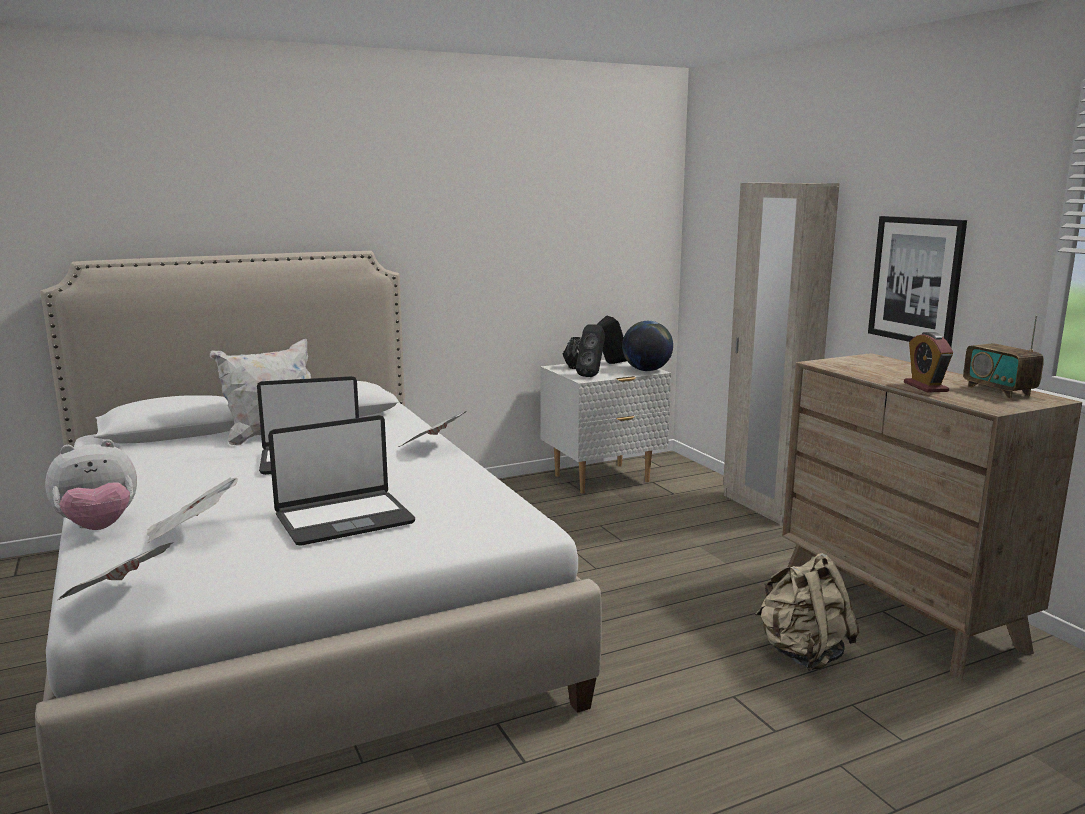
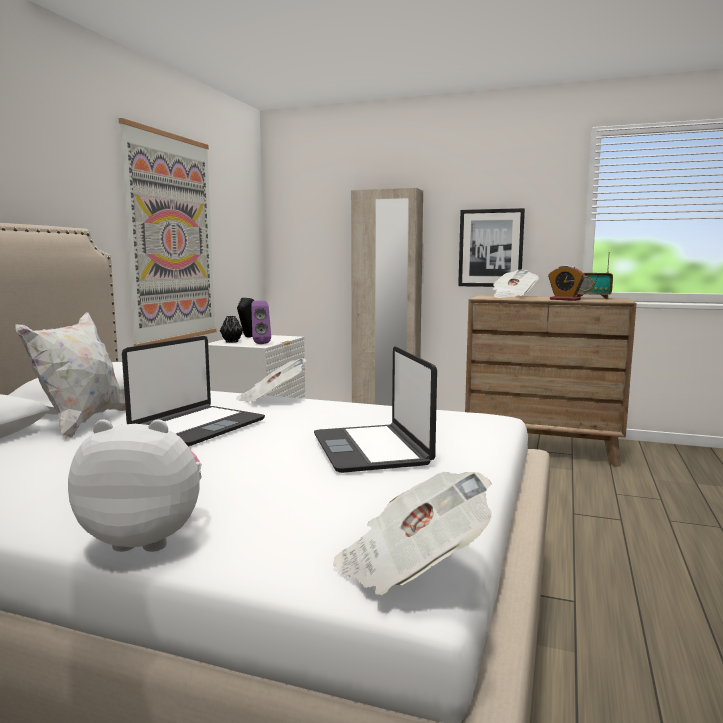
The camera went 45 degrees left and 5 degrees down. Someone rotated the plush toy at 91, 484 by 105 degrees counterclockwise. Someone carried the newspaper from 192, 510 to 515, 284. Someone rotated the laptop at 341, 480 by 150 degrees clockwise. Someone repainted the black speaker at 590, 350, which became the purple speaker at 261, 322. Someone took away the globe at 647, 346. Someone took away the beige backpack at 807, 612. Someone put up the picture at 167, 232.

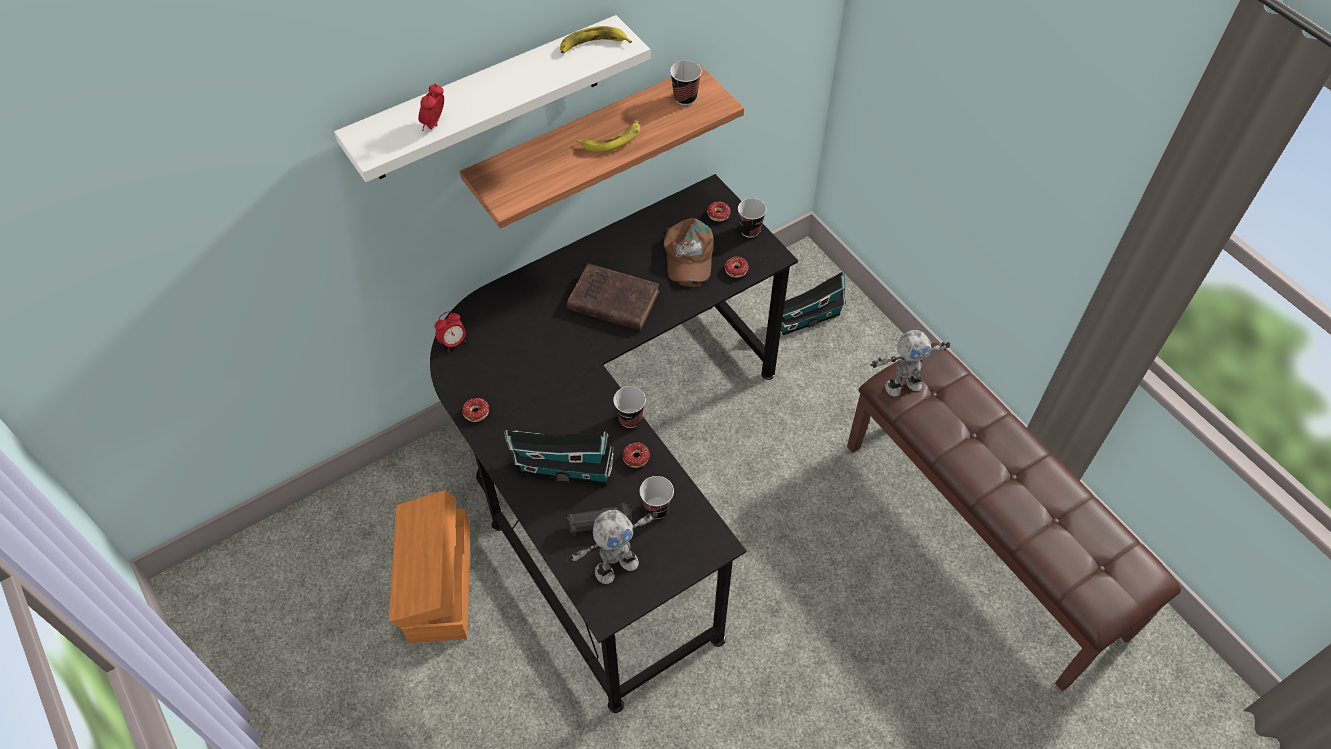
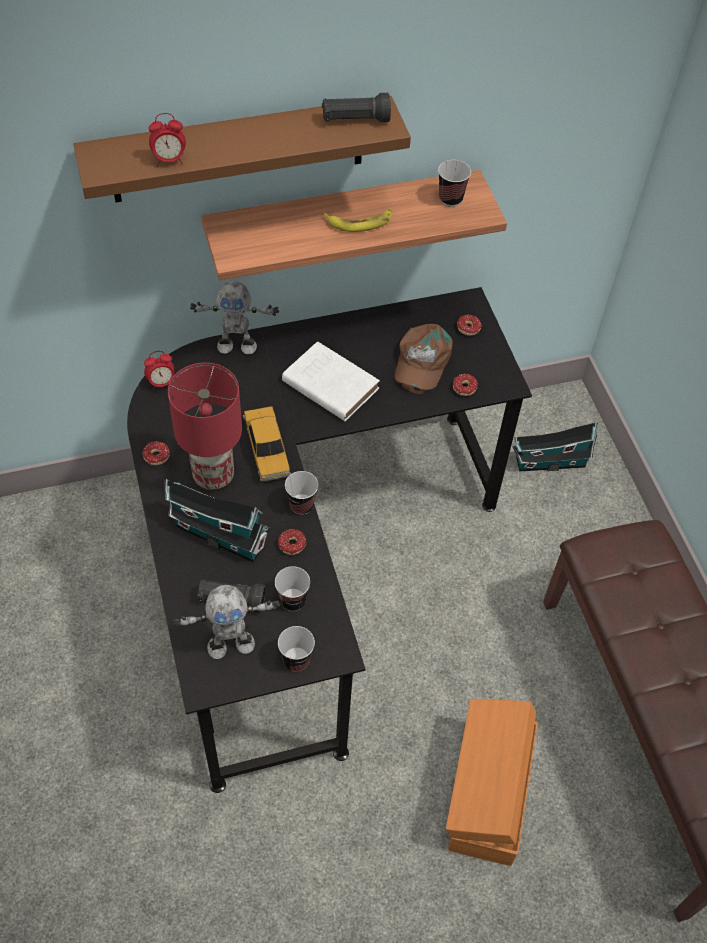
The camera went 15 degrees right and 0 degrees up. Someone repainted the white shelf at 492, 98, which became the brown shelf at 242, 149. Someone carried the orange storage box from 429, 566 to 492, 782. Someone rotated the alarm clock at 431, 107 by 135 degrees counterclockwise. Someone swapped the banana at 596, 39 for the black flashlight at 356, 107. Someone repainted the brown book at 613, 297, which became the white book at 331, 381. Someone carried the cup from 752, 218 to 296, 649. Someone carried the toy robot from 910, 363 to 234, 317. Someone put down the red table lamp at 205, 426. Someone put down the toy car at 267, 443.

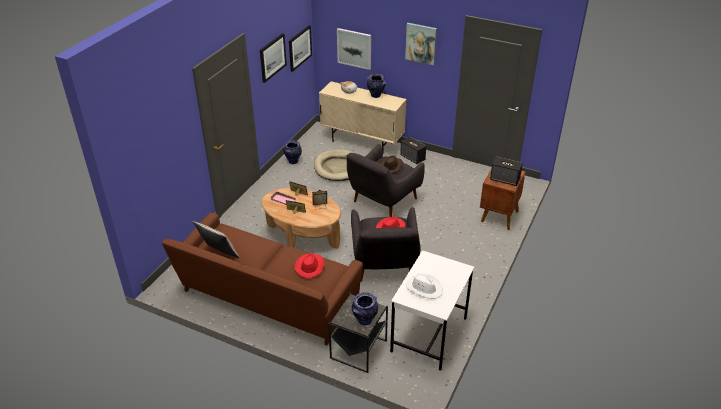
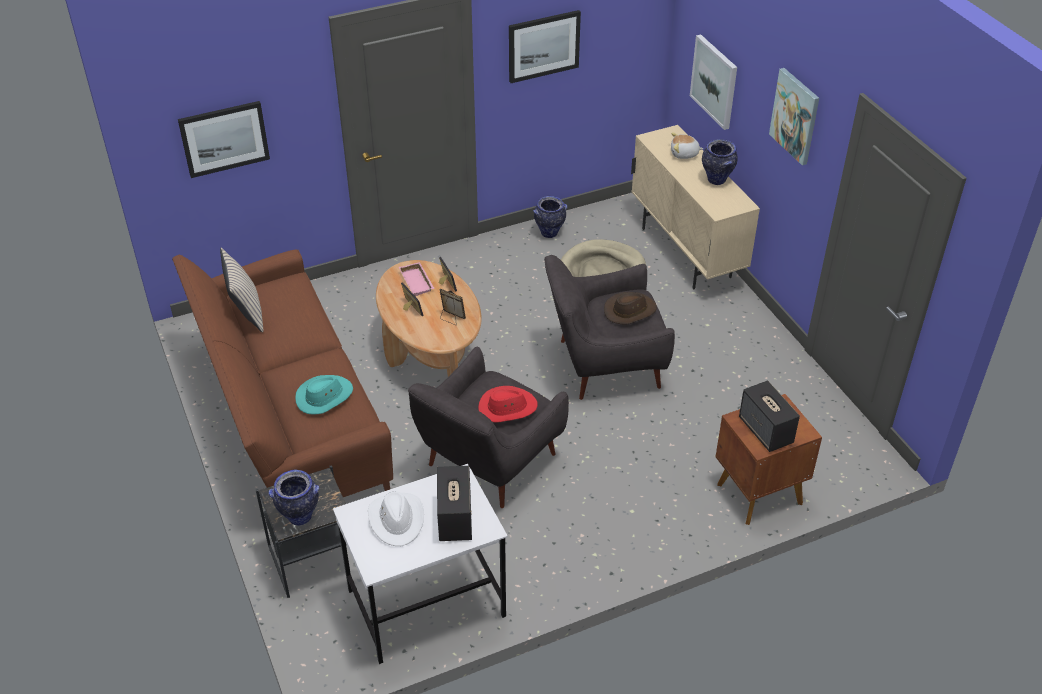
The camera went 40 degrees right and 5 degrees up. Someone carried the picture from 300, 48 to 224, 139. Someone repainted the red hat at 309, 265, which became the turquoise hat at 324, 394. Someone carried the speaker from 413, 150 to 454, 503.

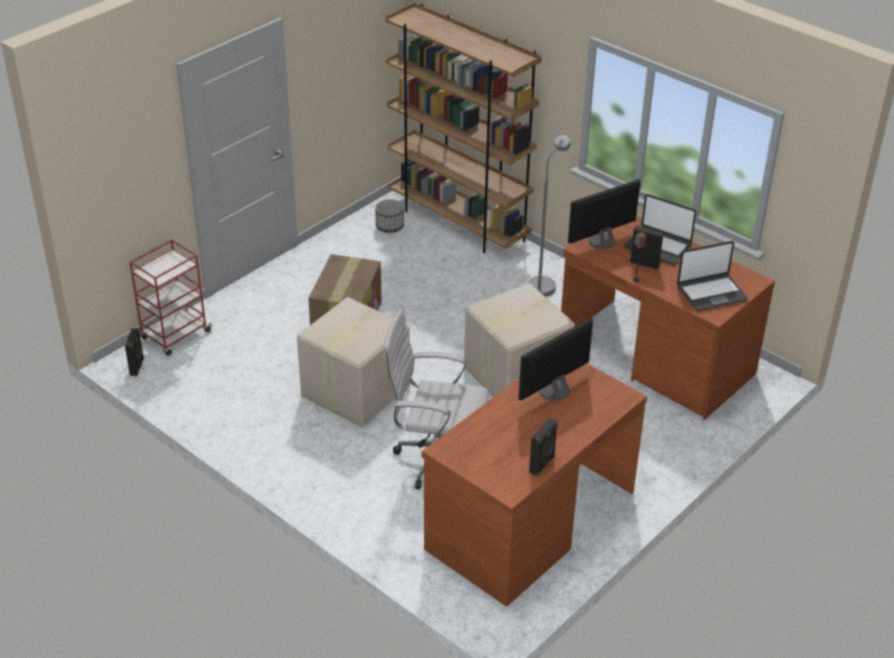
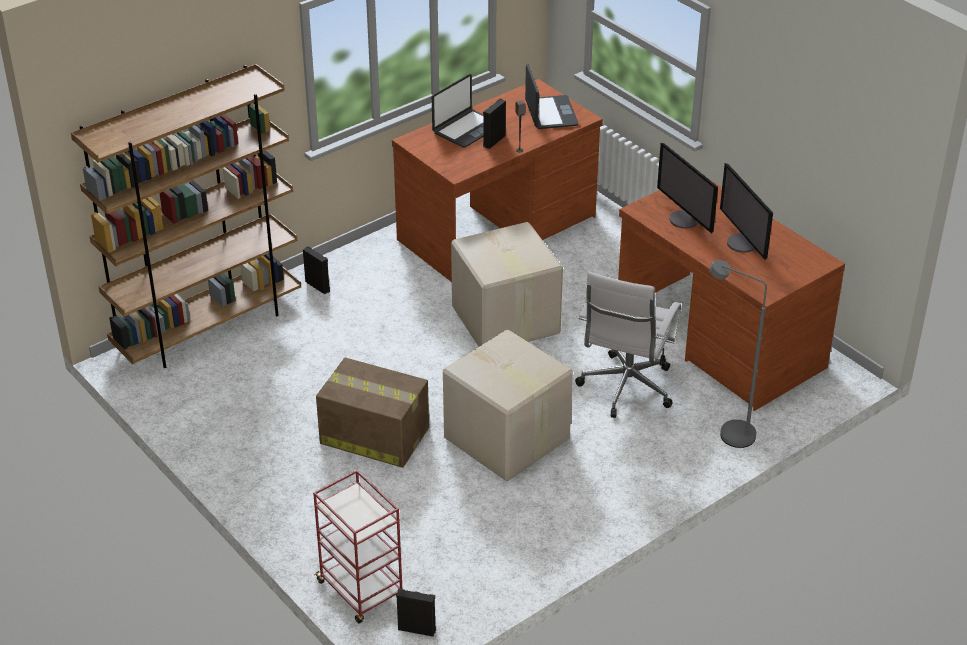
The camera went 80 degrees left and 0 degrees up. Someone took away the planter at 389, 216. Someone carried the grey floor lamp from 549, 215 to 738, 353. Someone carried the black speaker from 543, 447 to 316, 270. Someone carried the monitor from 604, 214 to 746, 211.

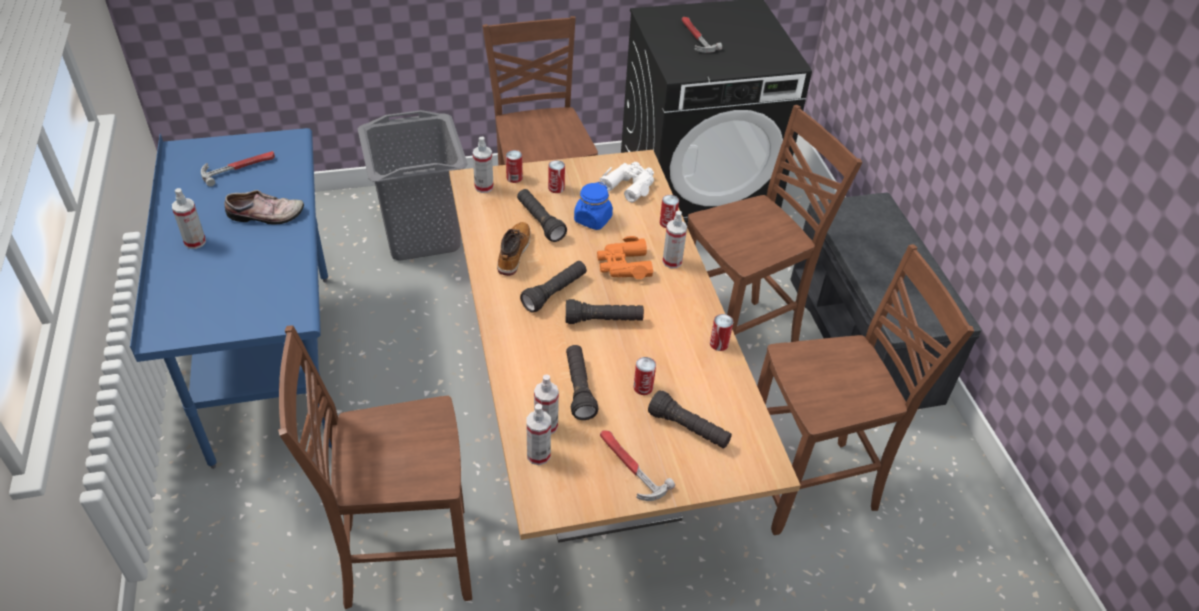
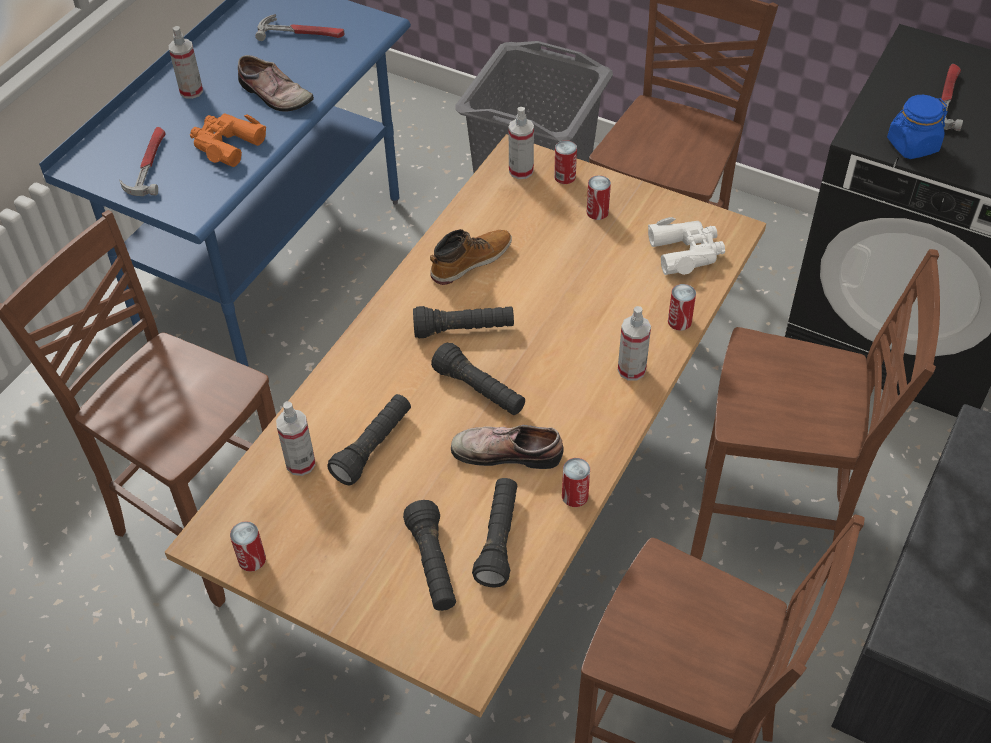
The camera went 45 degrees right and 5 degrees up. Someone carried the black flashlight from 542, 215 to 494, 532. Someone took away the spray bottle at 538, 434. Someone carried the blue jar from 593, 206 to 917, 127. Someone carried the orange binoculars from 625, 257 to 228, 140. Someone carried the hammer from 637, 465 to 142, 161. Someone carried the can from 644, 376 to 248, 546. Someone put down the shoe at 507, 447.

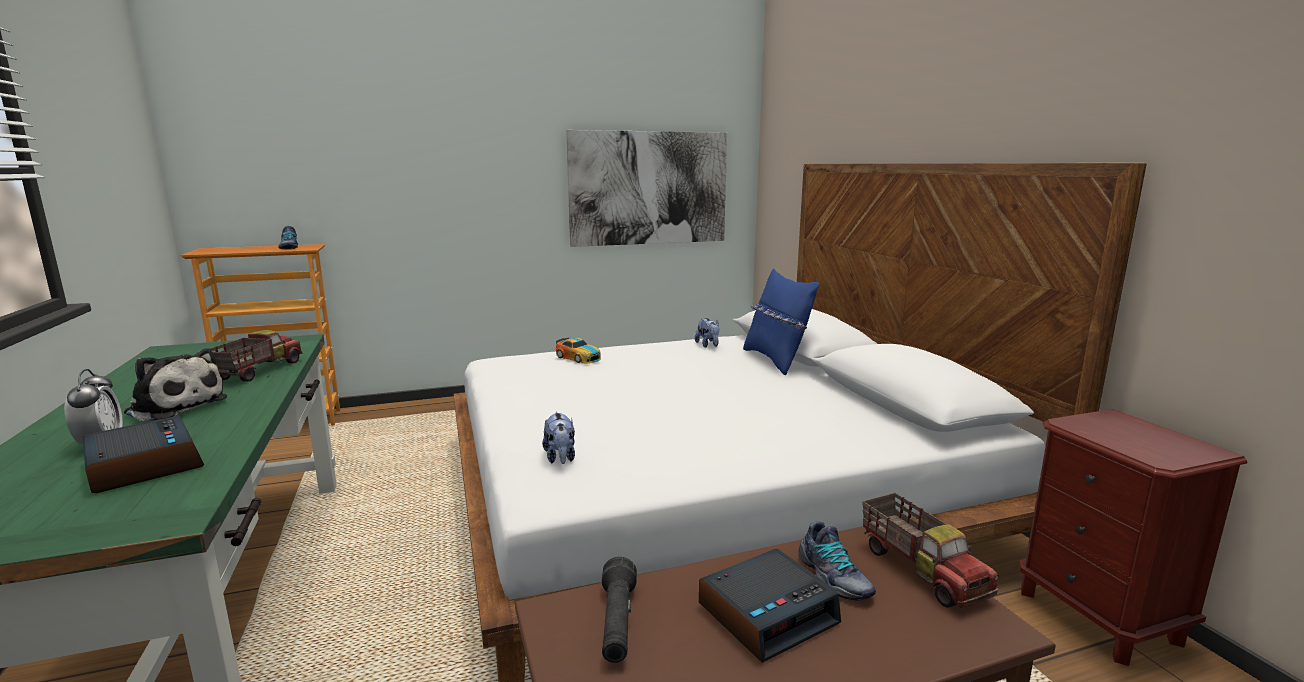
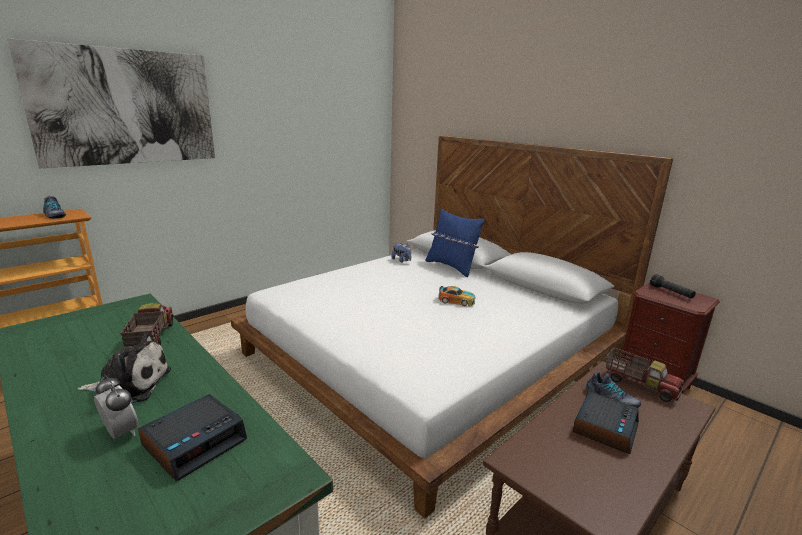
The camera went 25 degrees left and 5 degrees up. Someone rotated the alarm clock at 143, 454 by 105 degrees clockwise. Someone took away the plush toy at 558, 438. Someone carried the toy car from 578, 351 to 456, 296. Someone carried the picture from 646, 188 to 111, 103. Someone carried the black flashlight from 619, 610 to 673, 286.

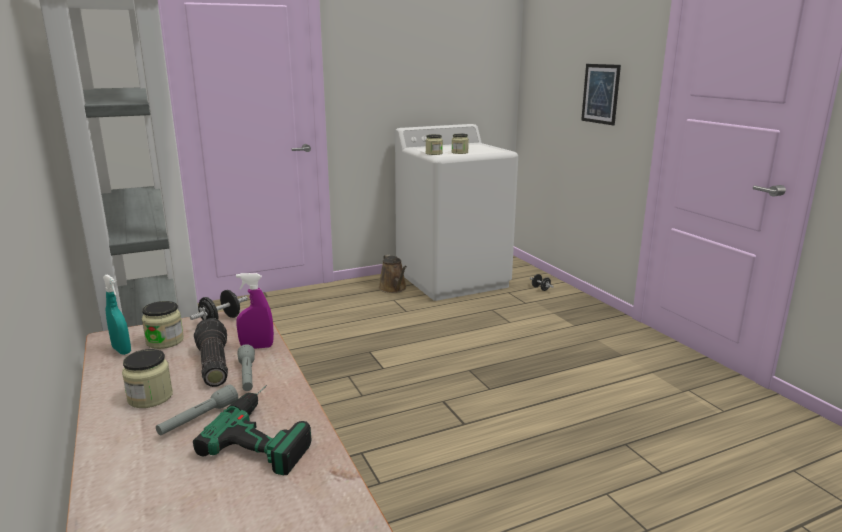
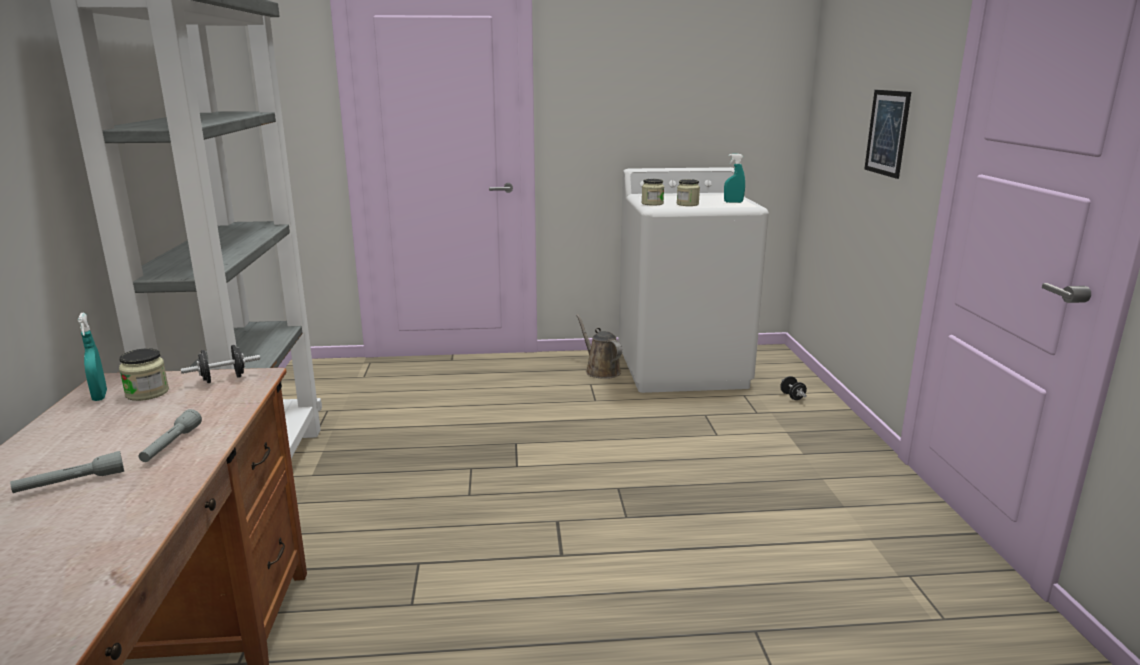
The camera went 20 degrees right and 0 degrees up. Someone took away the jar at 147, 378. Someone took away the power drill at 252, 430. Someone took away the flashlight at 211, 352. Someone took away the purple spray bottle at 255, 311. Someone rotated the brown watering can at 393, 273 by 150 degrees clockwise. Someone put down the turquoise spray bottle at 734, 178.

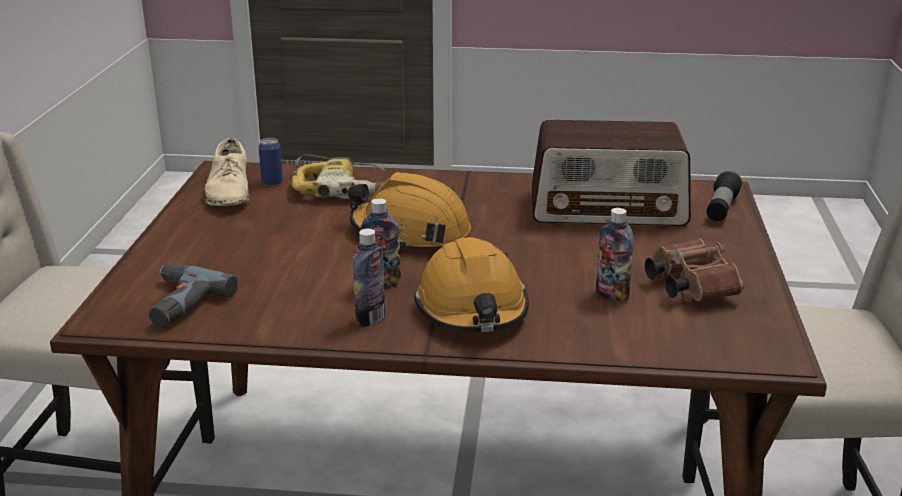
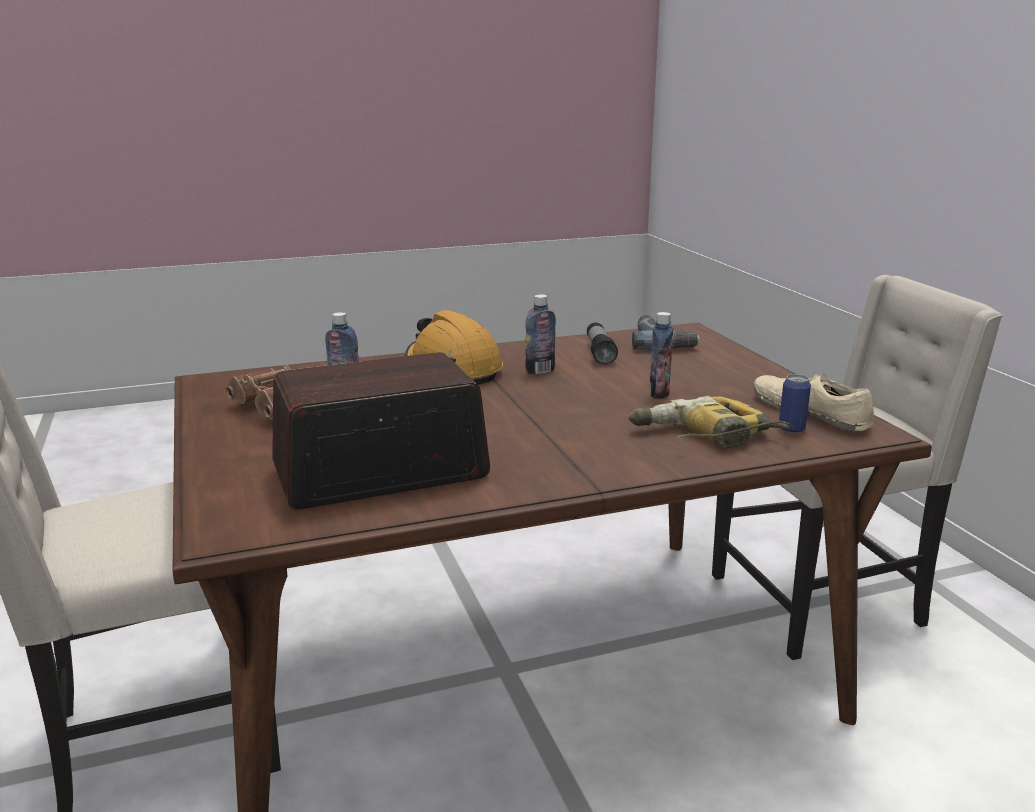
The camera went 155 degrees right and 5 degrees down. Someone took away the orange hard hat at 409, 210. Someone carried the bottle from 369, 278 to 661, 355. Someone carried the flashlight from 724, 196 to 602, 343.

